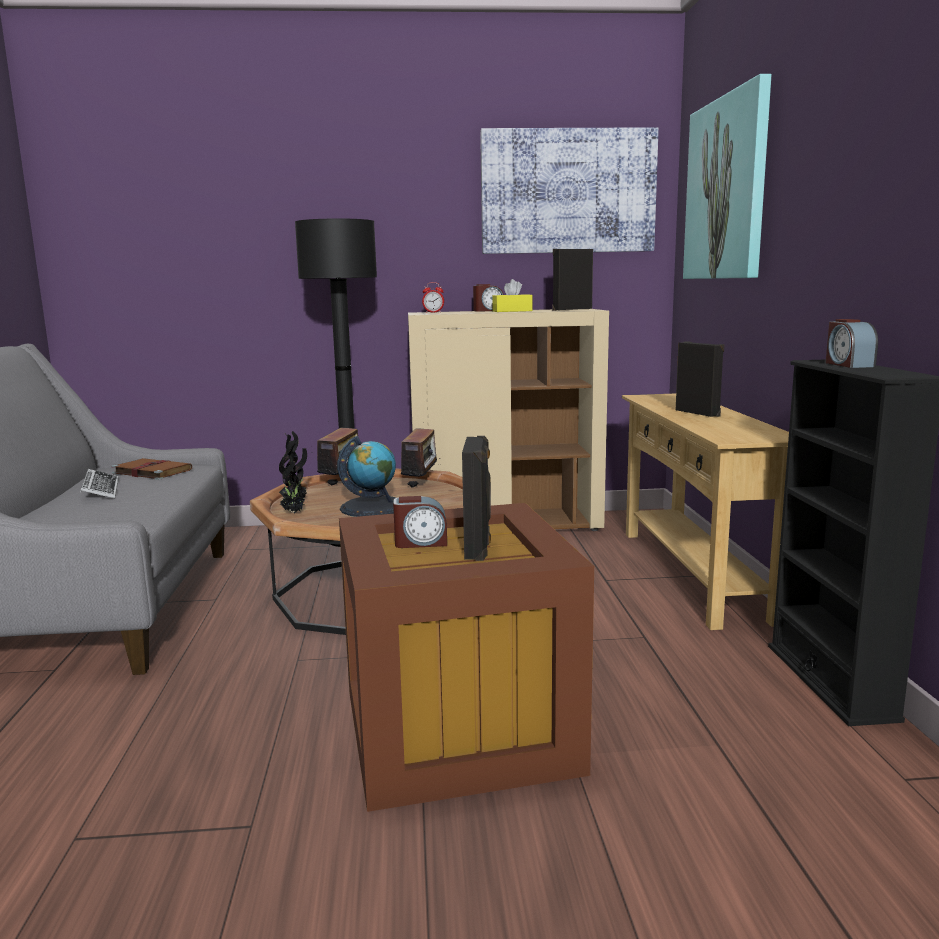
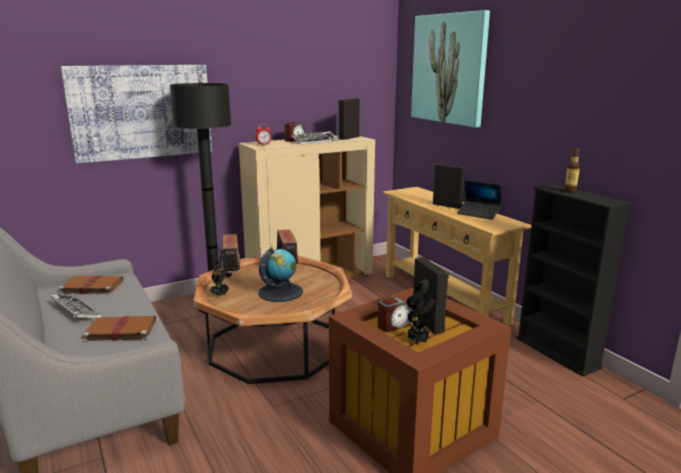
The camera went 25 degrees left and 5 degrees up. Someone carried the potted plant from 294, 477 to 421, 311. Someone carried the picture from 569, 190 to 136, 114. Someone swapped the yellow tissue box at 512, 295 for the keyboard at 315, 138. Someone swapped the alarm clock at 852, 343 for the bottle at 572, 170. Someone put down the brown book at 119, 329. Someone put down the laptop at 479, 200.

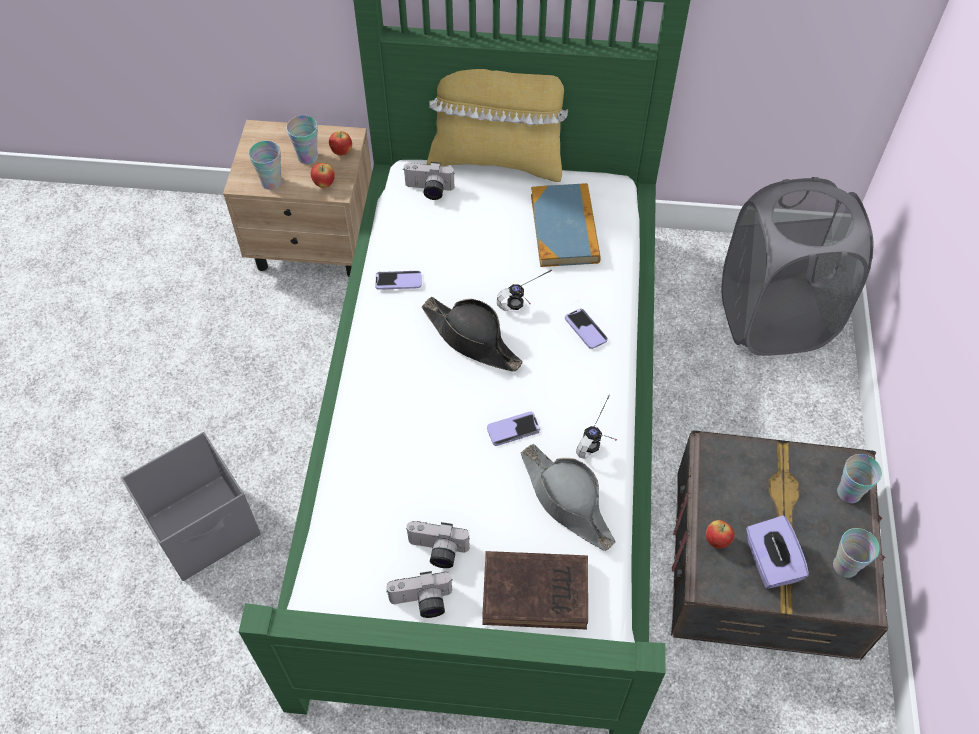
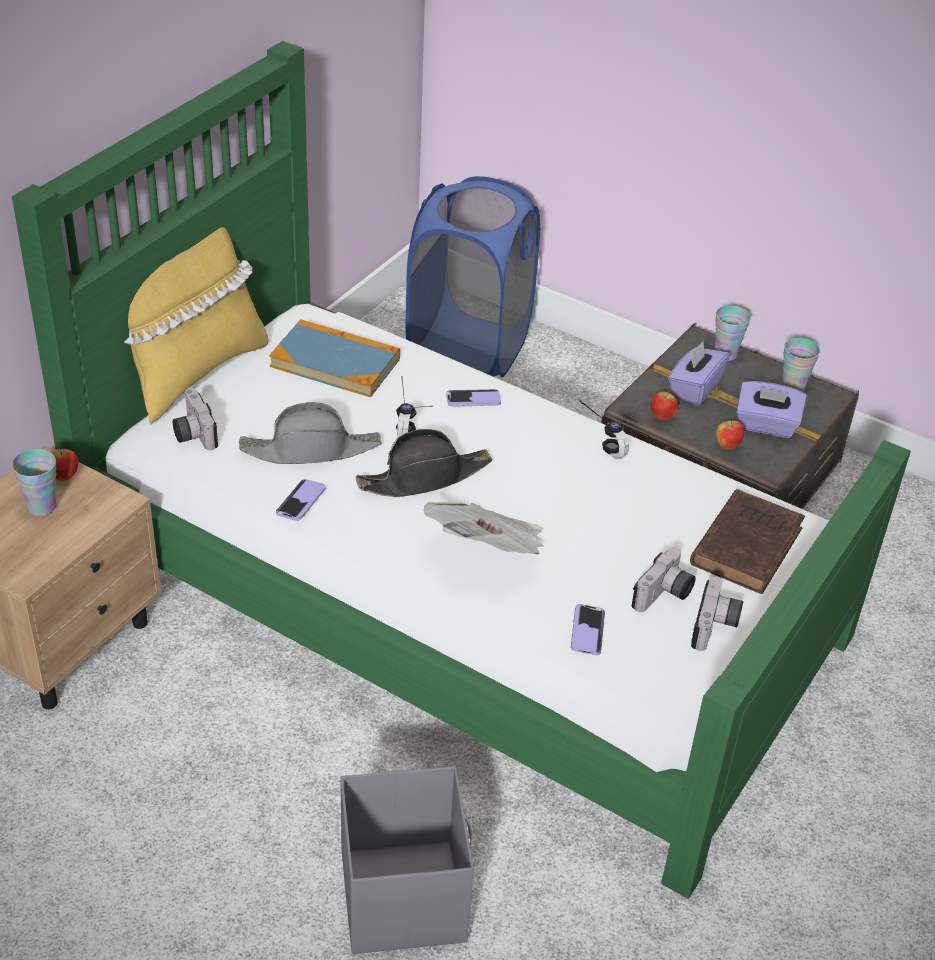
The camera went 65 degrees left and 15 degrees down. Someone took away the cup at 265, 165. Someone carried the apple from 323, 175 to 664, 405. Someone rotated the photo camera at 429, 181 by 120 degrees clockwise. Someone carried the phone from 513, 429 to 588, 629. Someone carried the grey hat from 568, 497 to 310, 433. Someone repainted the grey laundry basket at 797, 266, which became the blue laundry basket at 473, 276. Someone put down the newspaper at 483, 528. Someone put down the purple tissue box at 699, 373.

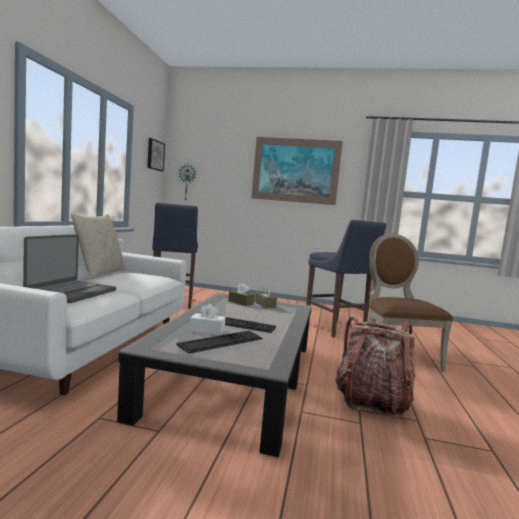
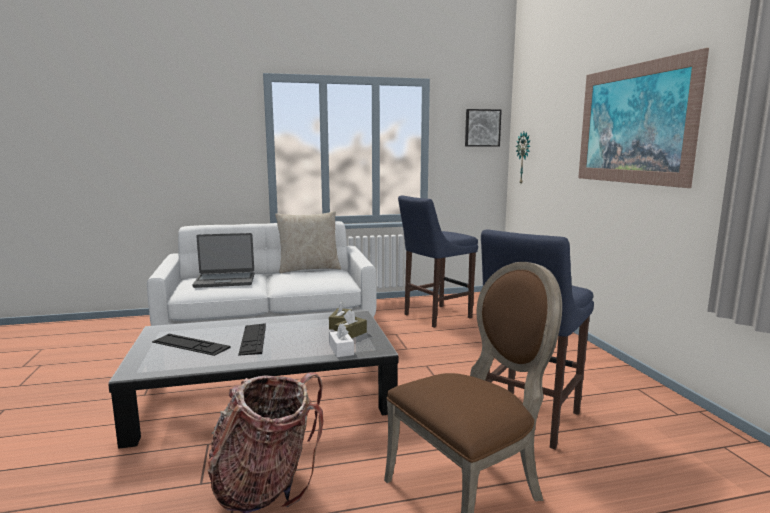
The camera went 65 degrees right and 5 degrees up. Someone carried the white tissue box from 207, 319 to 341, 340.

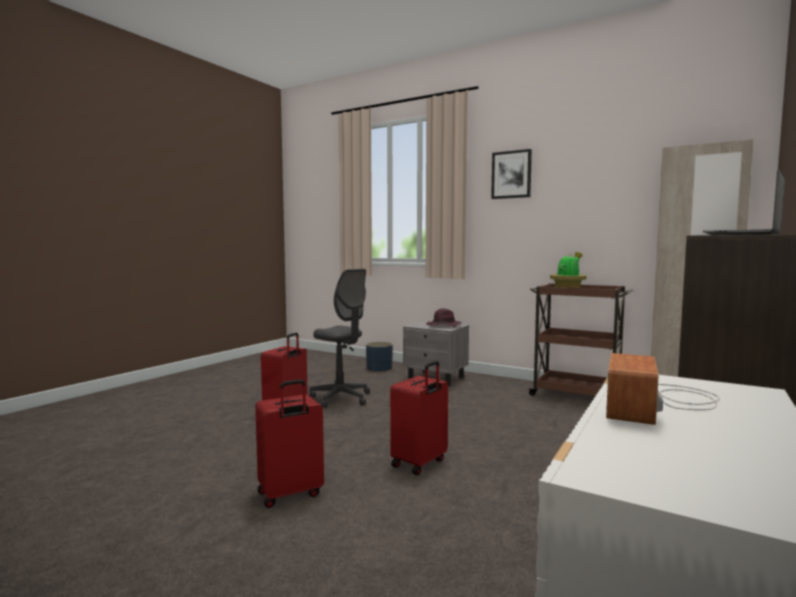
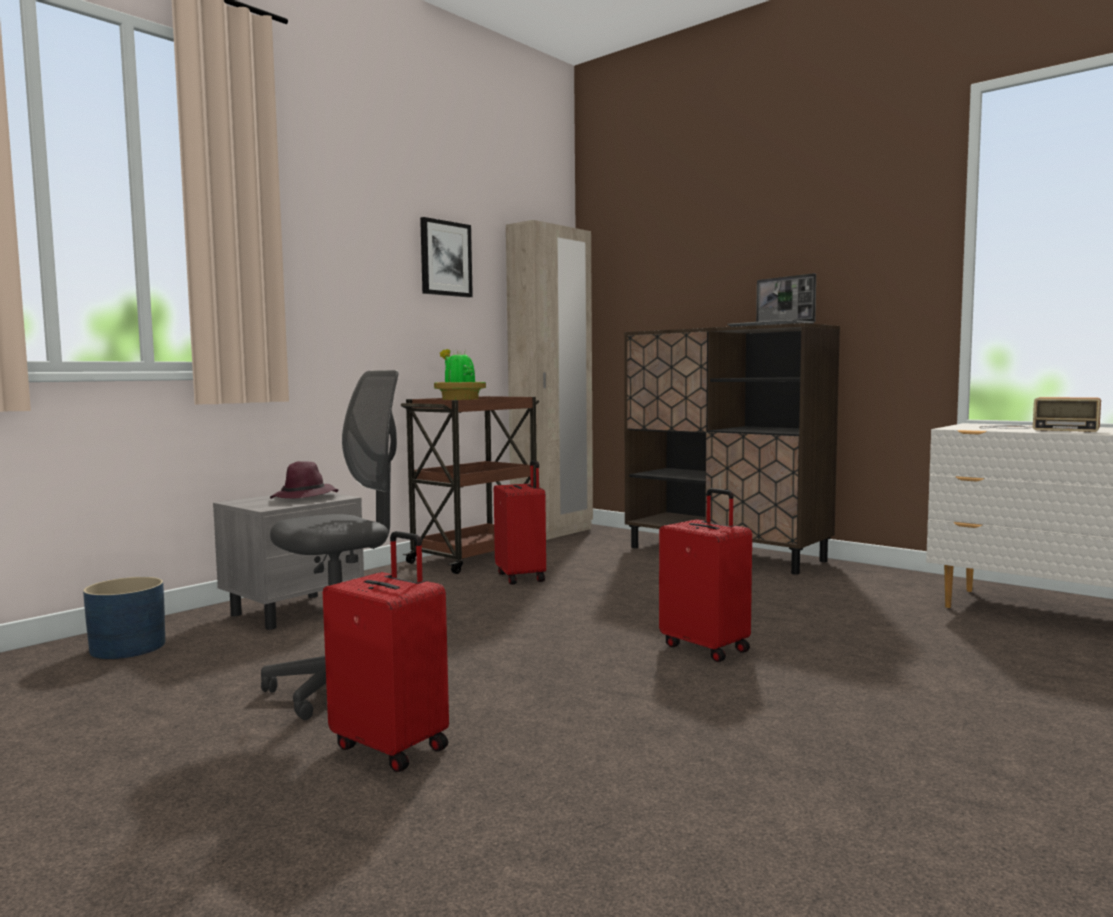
The camera went 80 degrees left and 0 degrees up. Someone carried the red suitcase from 289, 443 to 520, 522. Someone carried the picture from 511, 174 to 446, 257.

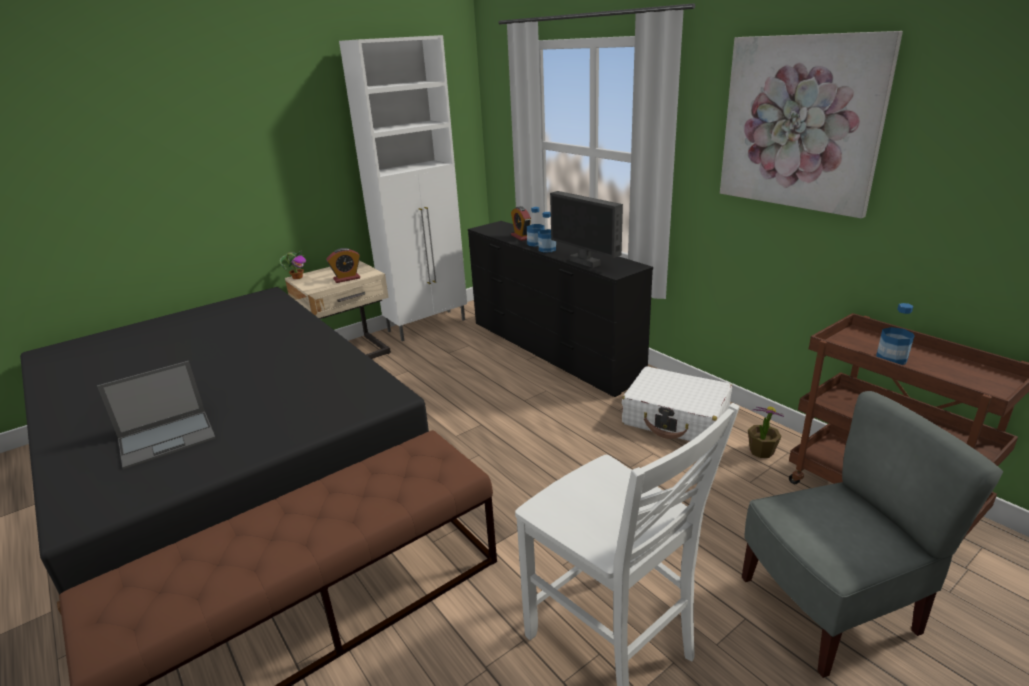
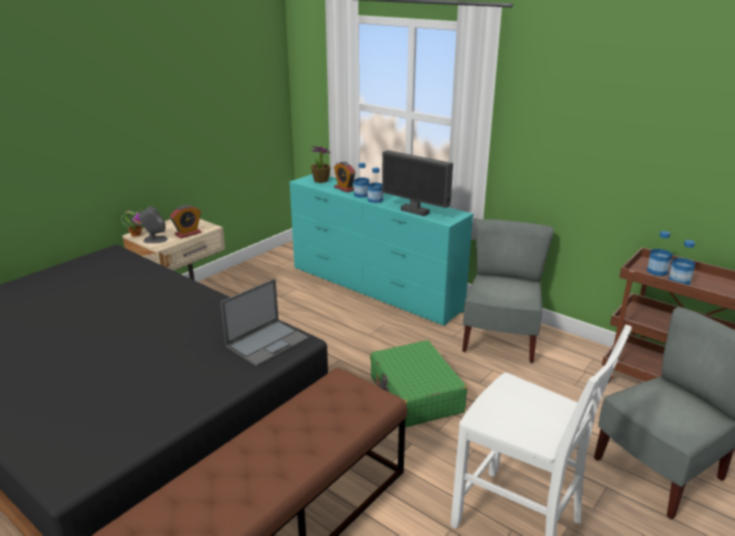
The camera went 15 degrees left and 0 degrees up. Someone carried the laptop from 156, 415 to 264, 323. Someone took away the white cabinet at 403, 188. Someone repainted the black dresser at 560, 309, which became the turquoise dresser at 381, 250. Someone swapped the white suitcase at 677, 403 for the grey chair at 508, 291. Someone took away the picture at 811, 125. Someone carried the potted plant from 766, 432 to 321, 164. Someone put down the grey speaker at 153, 224. Someone put down the green suitcase at 418, 383. Someone put down the bottle at 660, 253.

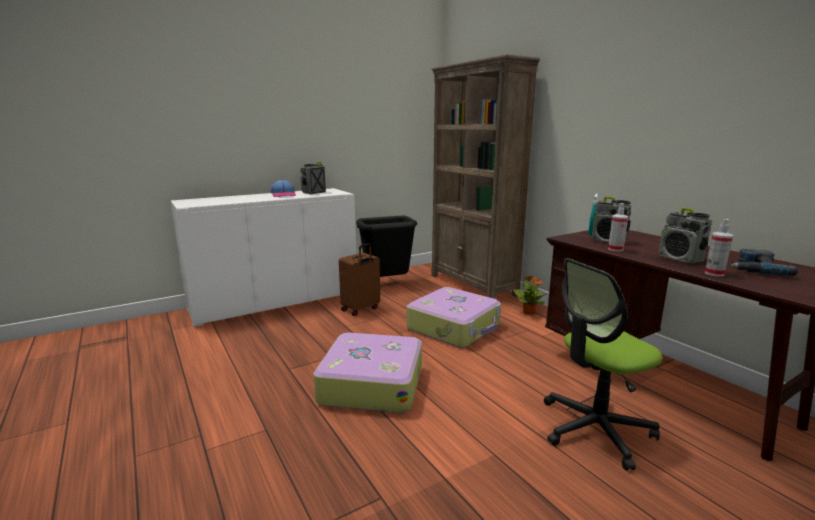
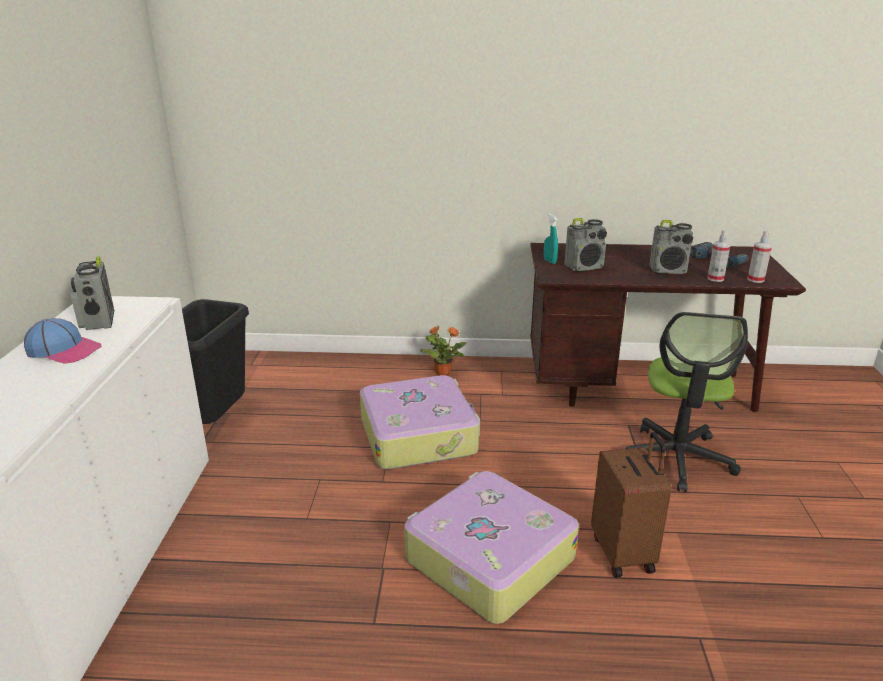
The camera went 55 degrees left and 10 degrees up. Someone carried the brown suitcase from 359, 279 to 631, 505. Someone took away the brown bookcase at 485, 176. Someone carried the spray bottle from 618, 227 to 759, 256.

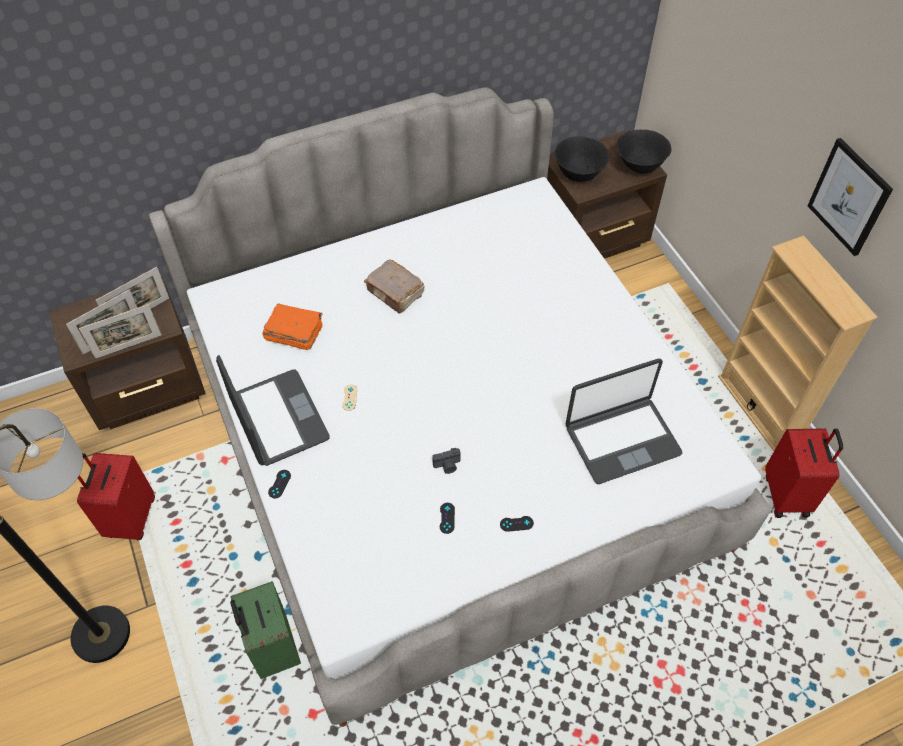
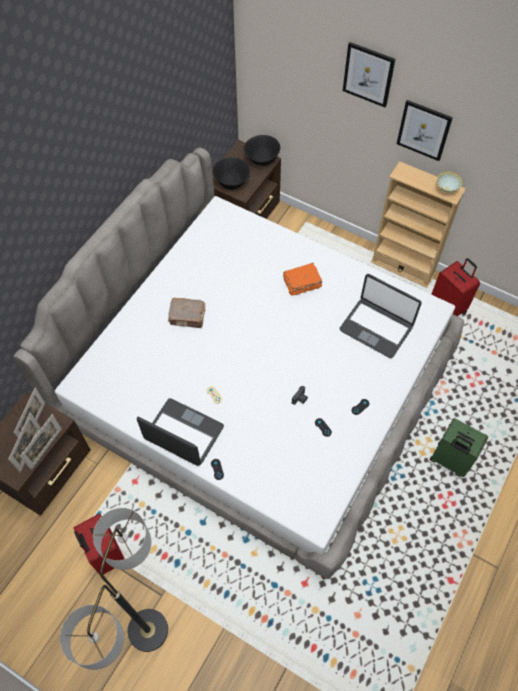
The camera went 35 degrees left and 5 degrees up. Someone carried the green suitcase from 265, 630 to 459, 447. Someone carried the orange book from 292, 326 to 302, 279. Someone rotated the laptop at 624, 421 by 90 degrees clockwise. Someone put up the picture at 369, 74. Someone put down the bowl at 450, 181.

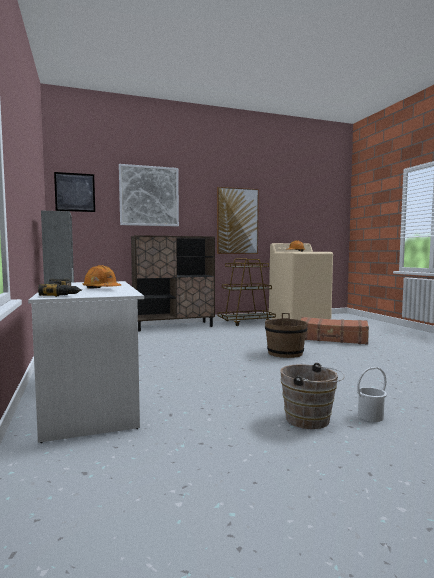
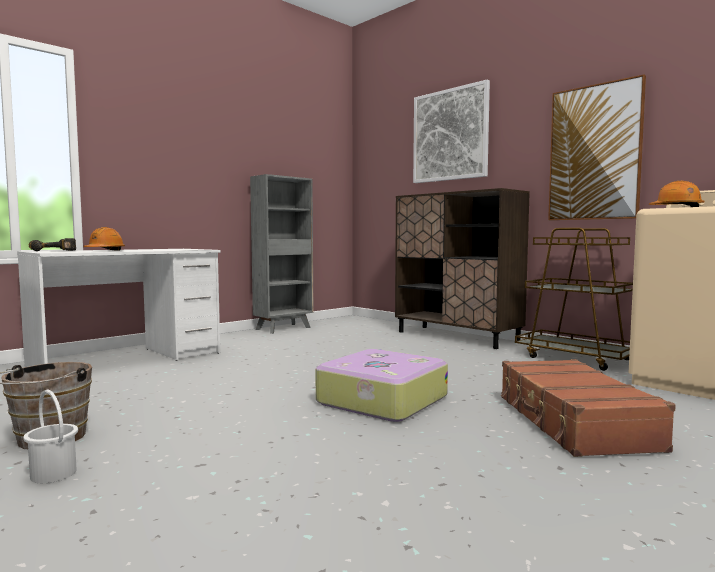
The camera went 65 degrees right and 0 degrees up. Someone took away the picture at 74, 192. Someone swapped the brown bucket at 286, 335 for the suitcase at 381, 385.

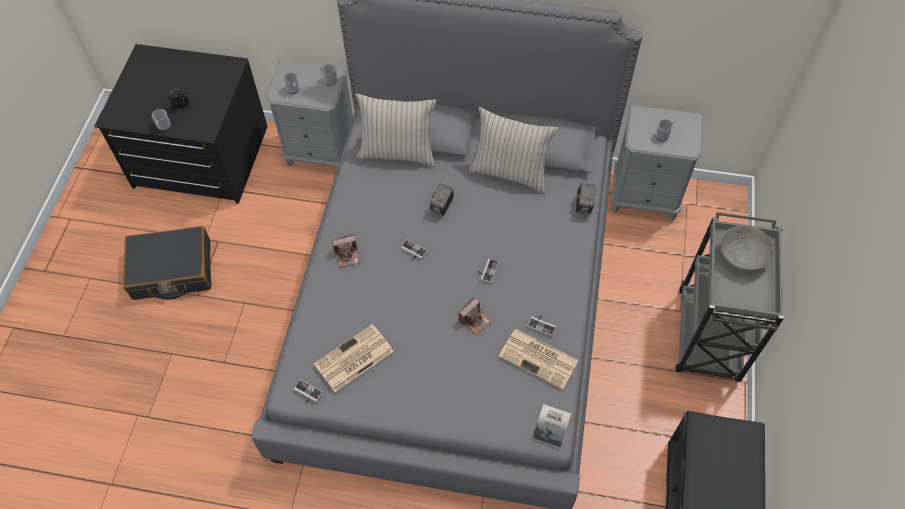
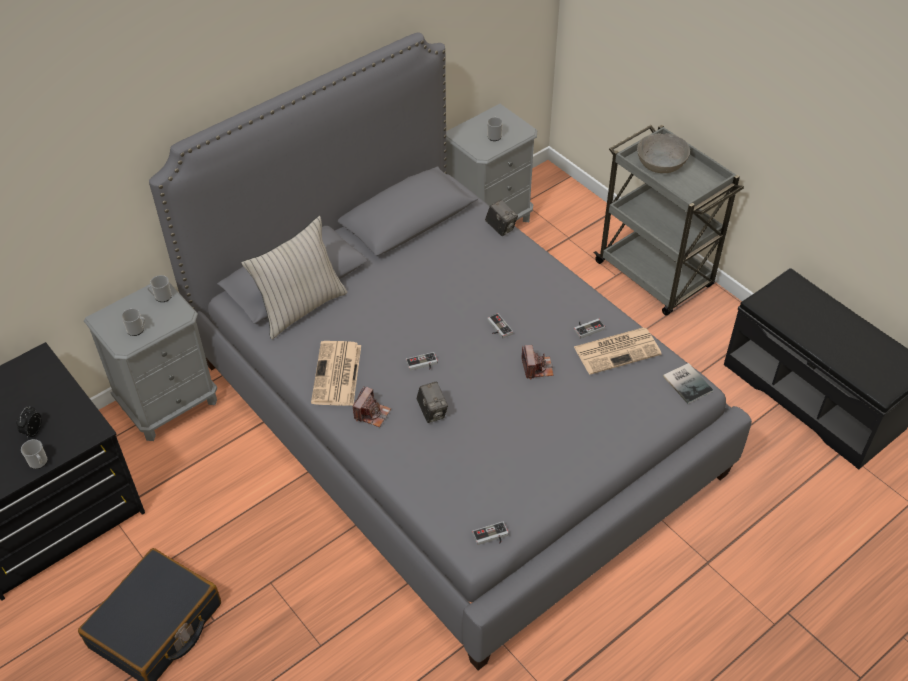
The camera went 50 degrees left and 10 degrees down. Someone carried the newspaper from 354, 358 to 336, 373. Someone carried the photo camera from 442, 199 to 432, 402. Someone took away the beige pillow at 513, 150.

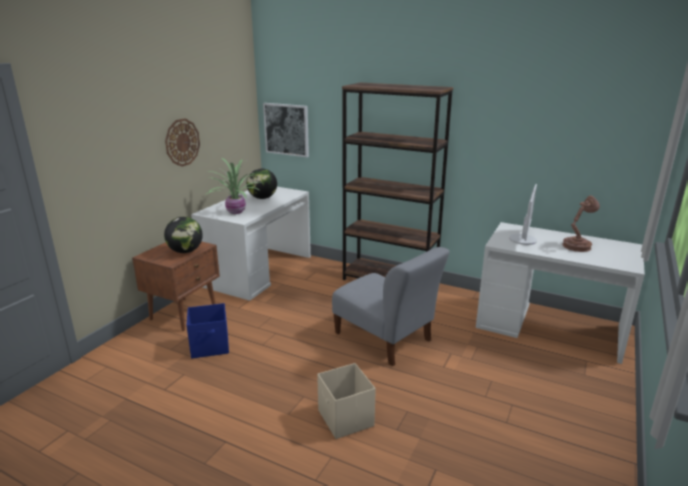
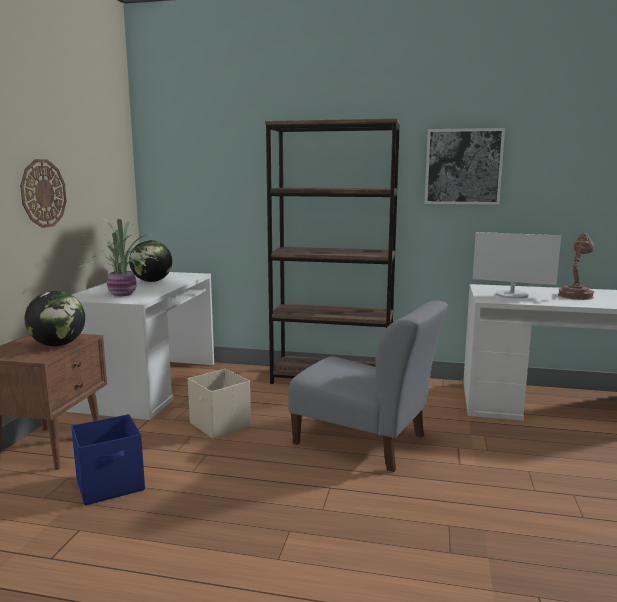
The camera went 15 degrees left and 10 degrees down. Someone carried the picture from 286, 130 to 465, 166. Someone carried the beige storage box from 346, 401 to 219, 404. Someone rotated the monitor at 523, 214 by 105 degrees clockwise.

